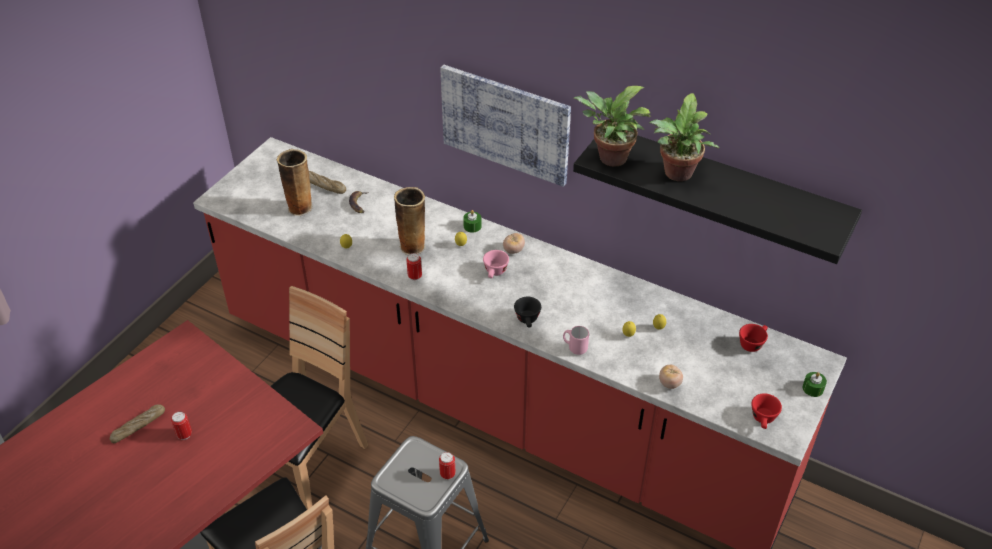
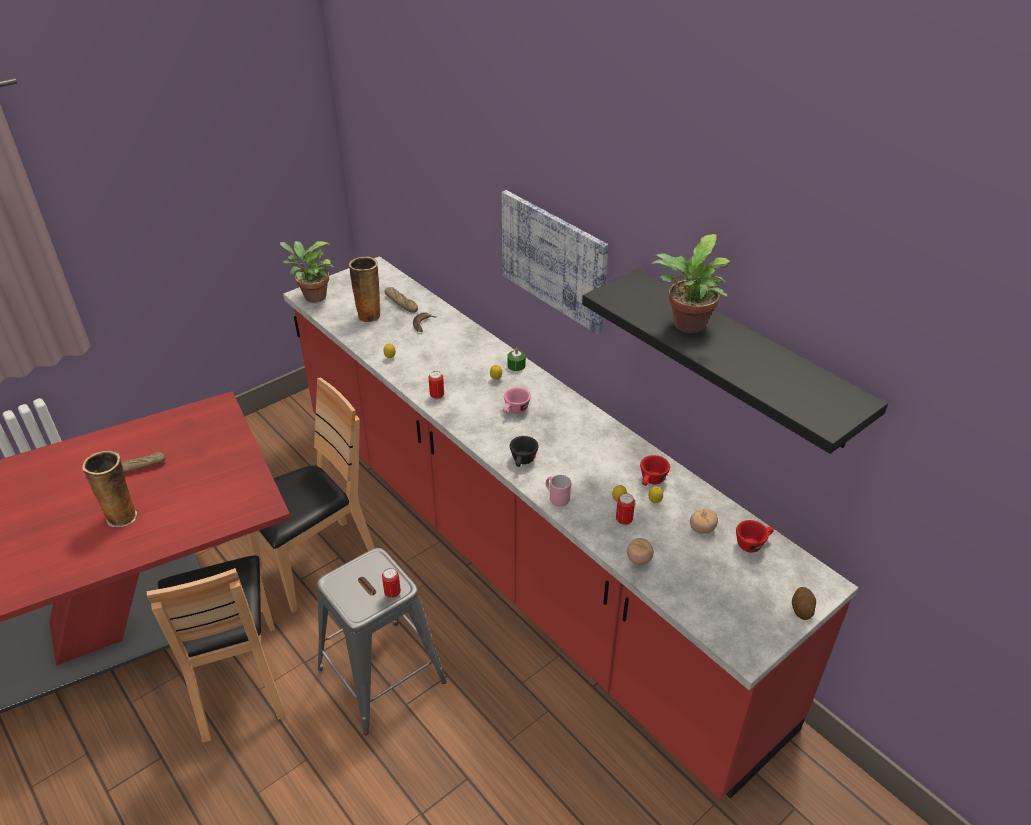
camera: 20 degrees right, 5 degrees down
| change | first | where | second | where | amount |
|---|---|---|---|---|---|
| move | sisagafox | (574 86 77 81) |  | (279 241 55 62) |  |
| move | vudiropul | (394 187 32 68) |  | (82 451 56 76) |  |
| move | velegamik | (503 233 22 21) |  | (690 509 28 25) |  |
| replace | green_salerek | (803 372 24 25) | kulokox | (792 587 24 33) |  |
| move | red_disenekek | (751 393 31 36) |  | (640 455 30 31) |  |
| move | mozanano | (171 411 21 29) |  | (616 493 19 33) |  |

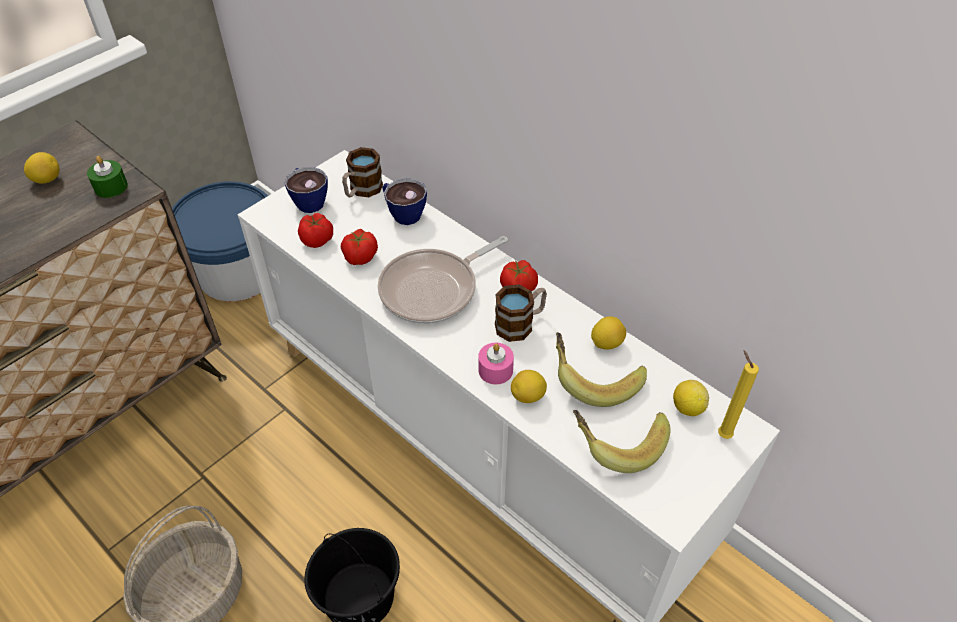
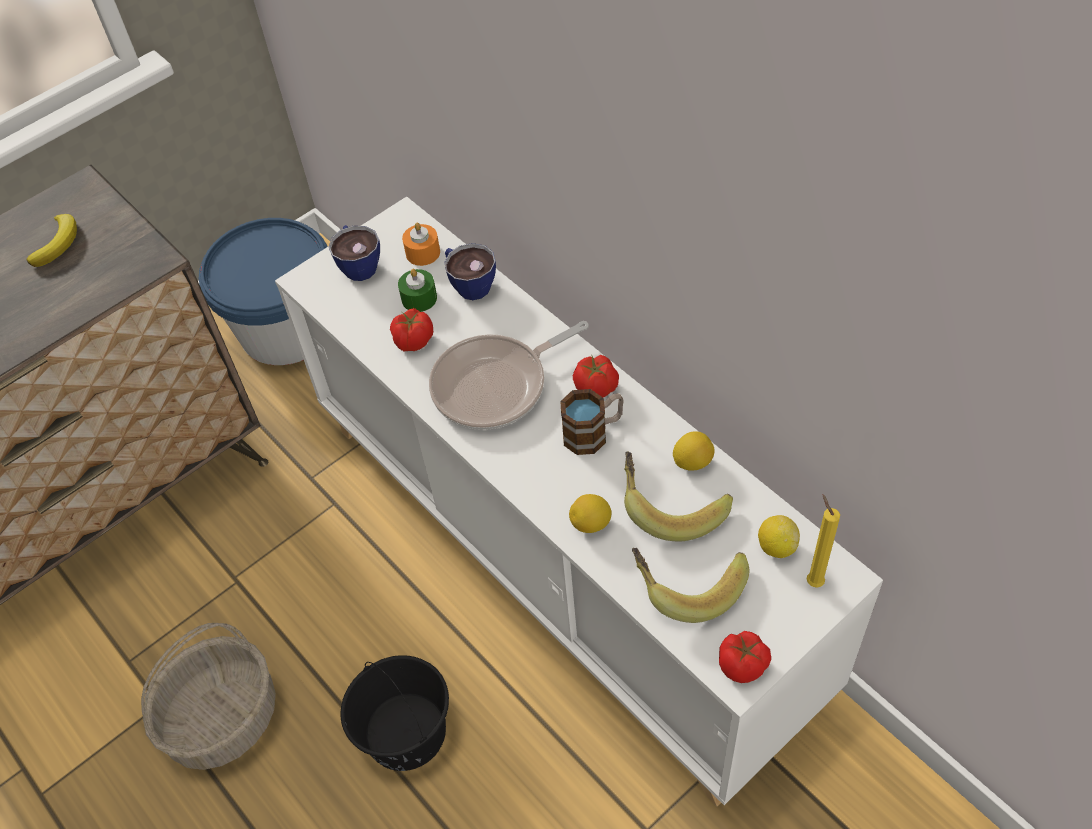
camera: 10 degrees right, 5 degrees up
| change | first | where | second | where | amount |
|---|---|---|---|---|---|
| replace | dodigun | (342 147 41 50) | orange_salerek | (402 223 38 43) |  |
| replace | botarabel | (24 152 36 32) | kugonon | (26 214 51 53) |  |
| move | green_salerek | (87 156 41 42) |  | (398 269 39 43) |  |
| move | velegamik | (298 213 35 35) |  | (719 631 52 52) |  |
| delete | pink_salerek | (478 343 36 41) |  |  |  |

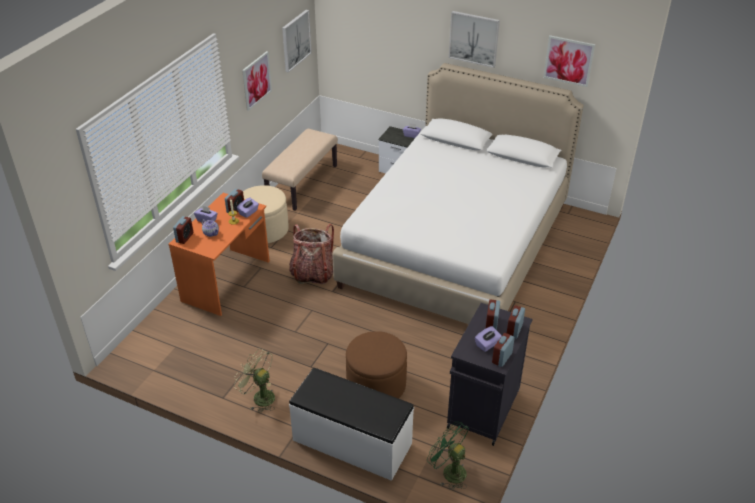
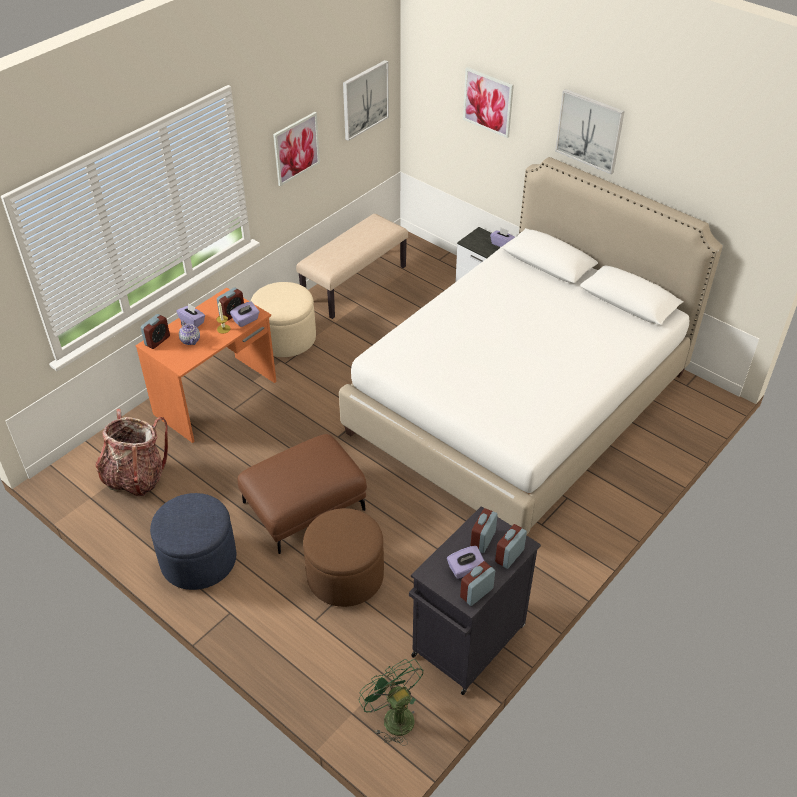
camera: 15 degrees right, 5 degrees up
| change | first | where | second | where | amount |
|---|---|---|---|---|---|
| move | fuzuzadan | (543 35 52 52) |  | (463 67 51 71) |  |
| move | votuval | (289 224 45 60) |  | (95 409 73 87) |  |
| replace | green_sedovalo | (234 348 41 65) | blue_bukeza | (150 493 86 97) |  |
| delete | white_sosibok | (289 368 125 113) |  |  |  |
| insert |  |  | brown_bukeza | (238 434 129 120) |  |

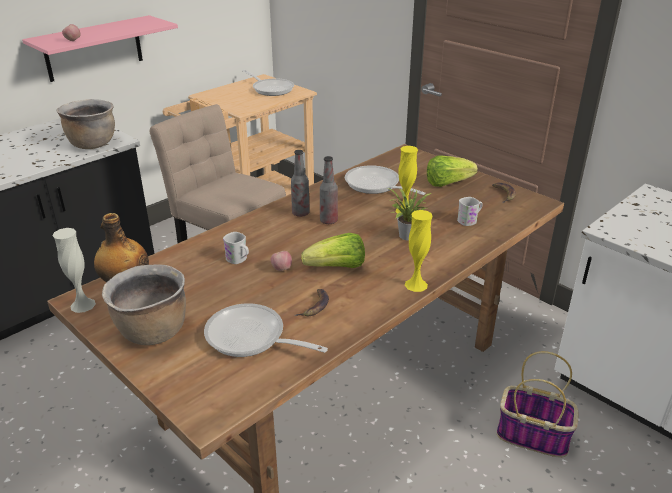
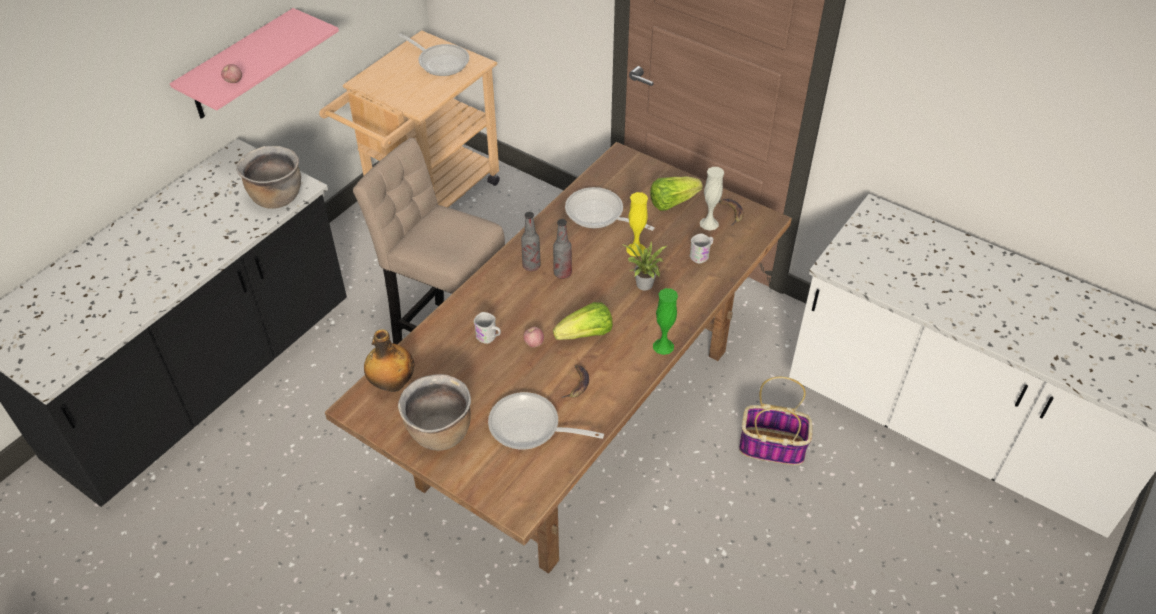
camera: 10 degrees left, 15 degrees up
| change | first | where | second | where | amount |
|---|---|---|---|---|---|
| recolor | yellow_vudiropul | (405 210 27 82) | green_vudiropul | (653 288 25 67) |  |
| move | white_vudiropul | (53 228 43 85) |  | (700 167 25 64) |  |

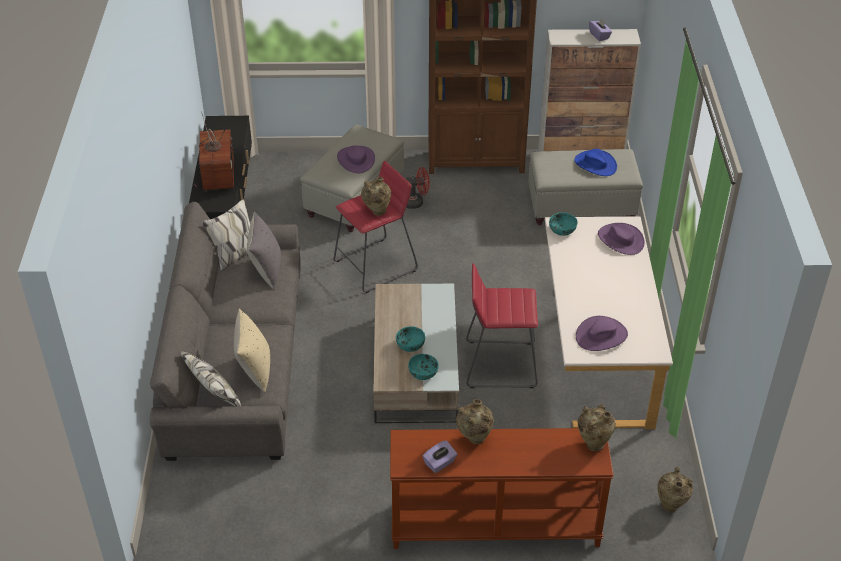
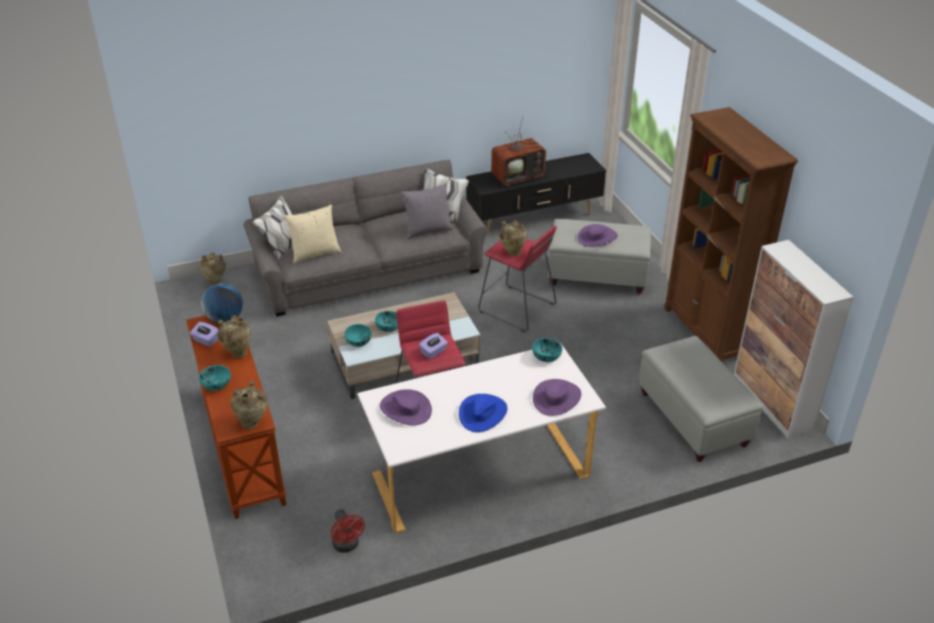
camera: 70 degrees right, 5 degrees down
| change | first | where | second | where | amount |
|---|---|---|---|---|---|
| move | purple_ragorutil | (589 18 23 23) |  | (419 333 29 26) |  |
| move | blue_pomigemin | (574 149 43 27) |  | (459 394 48 38) |  |
| move | red_sedovalo | (405 167 25 42) |  | (330 509 35 44) |  |
| move | beige_vudiropul | (658 467 35 45) |  | (199 252 27 33) |  |
| insert |  |  | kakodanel | (201 283 42 40) |  |
| insert |  |  | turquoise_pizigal | (199 365 32 26) |  |

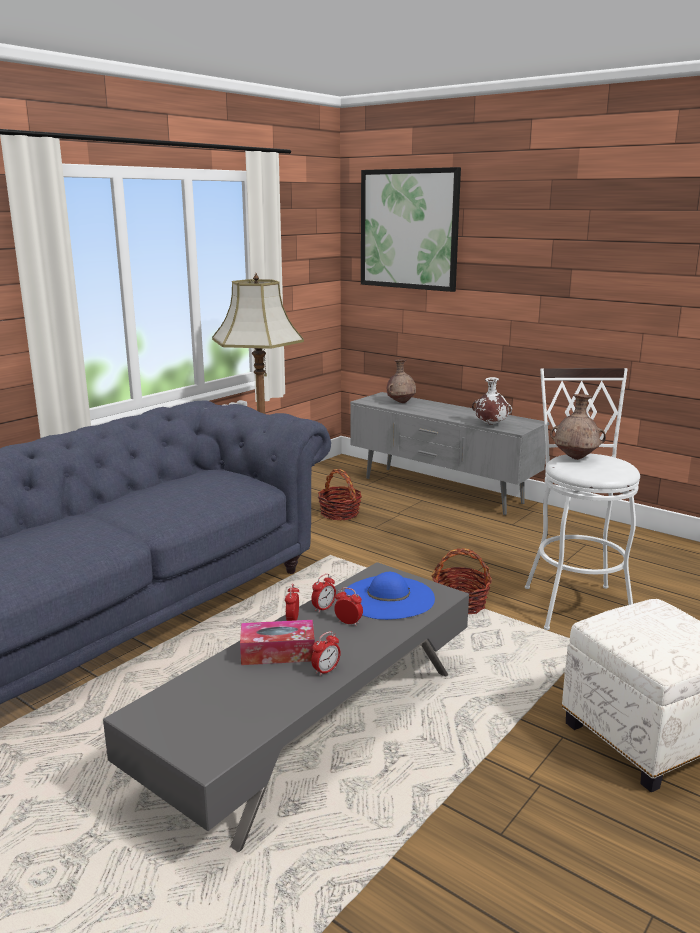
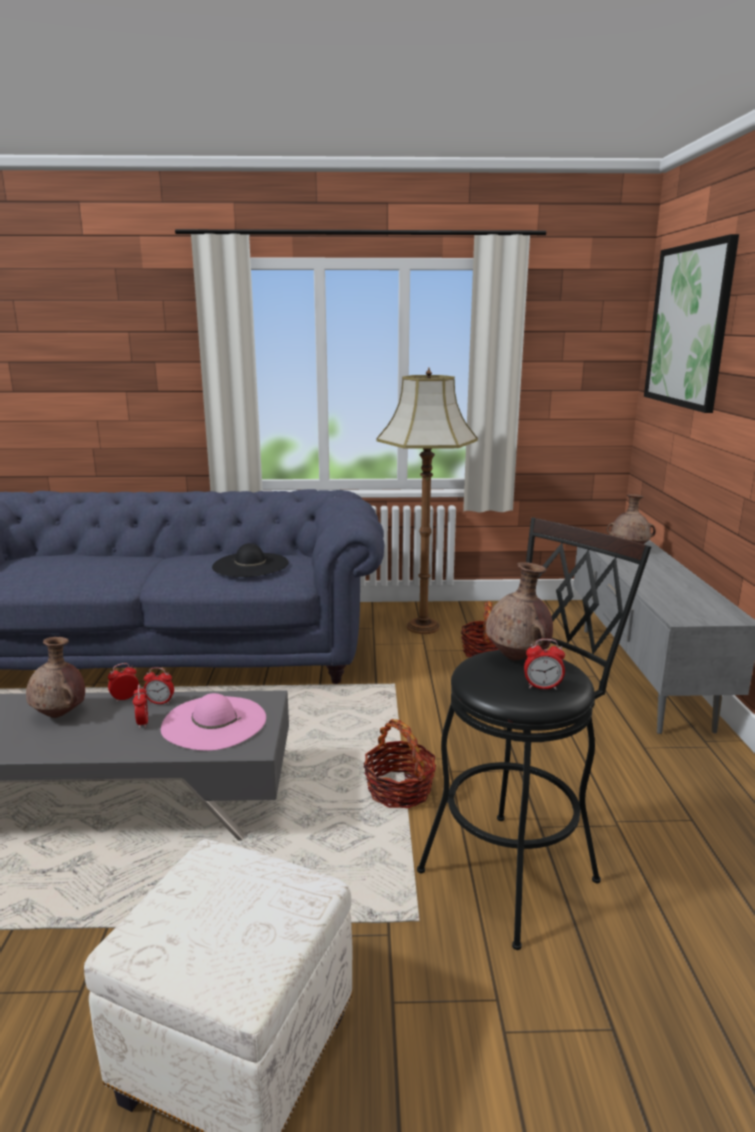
camera: 50 degrees right, 0 degrees up
| change | first | where | second | where | amount |
|---|---|---|---|---|---|
| recolor | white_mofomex | (525 368 115 262) | black_mofomex | (417 517 234 433) |  |
| delete | white_vudiropul | (472 377 40 48) |  |  |  |
| recolor | blue_pomigemin | (344 572 91 48) | pink_pomigemin | (161 693 105 58) |  |
| replace | ragorutil | (240 620 75 45) | brown_vudiropul | (26 637 59 81) |  |
| move | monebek | (311 631 30 45) |  | (524 639 41 51) |  |
| insert |  |  | black_pomigemin | (212 543 77 34) |  |

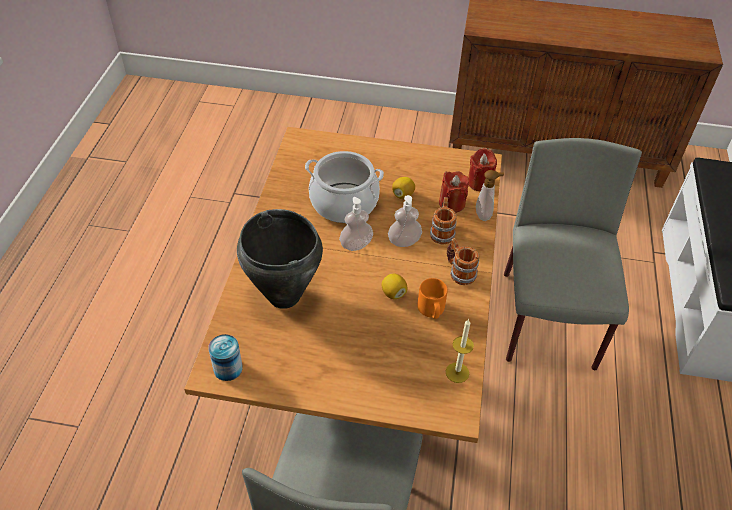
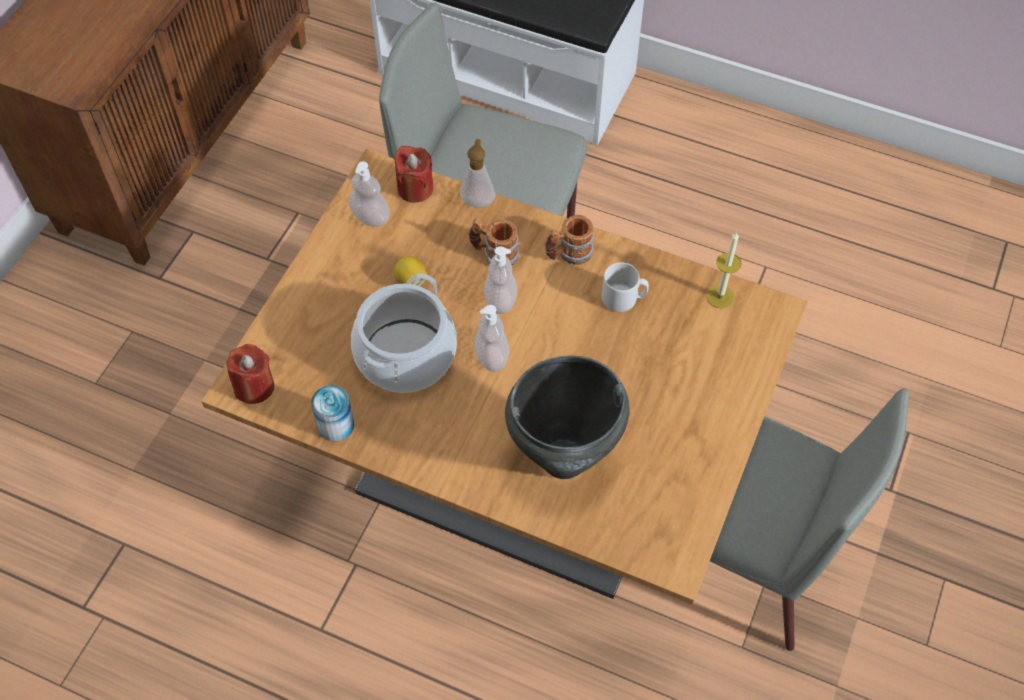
camera: 75 degrees left, 10 degrees up
| change | first | where | second | where | amount |
|---|---|---|---|---|---|
| move | red_salerek | (439 171 30 42) |  | (226 344 48 60) |  |
| delete | botarabel | (381 274 27 25) |  |  |  |
| recolor | orange_dodigun | (417 278 30 41) | grey_dodigun | (602 262 47 50) |  |
| move | mozanano | (208 334 35 47) |  | (311 385 43 57) |  |
| insert |  |  | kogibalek | (349 161 41 66) |  |

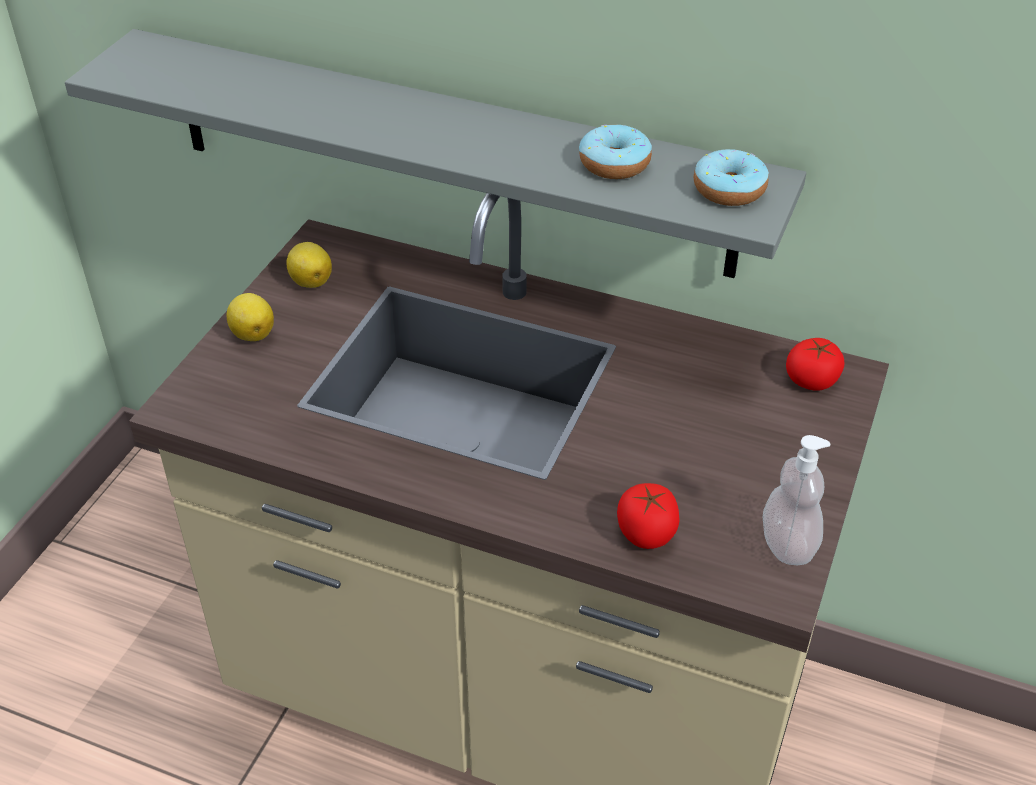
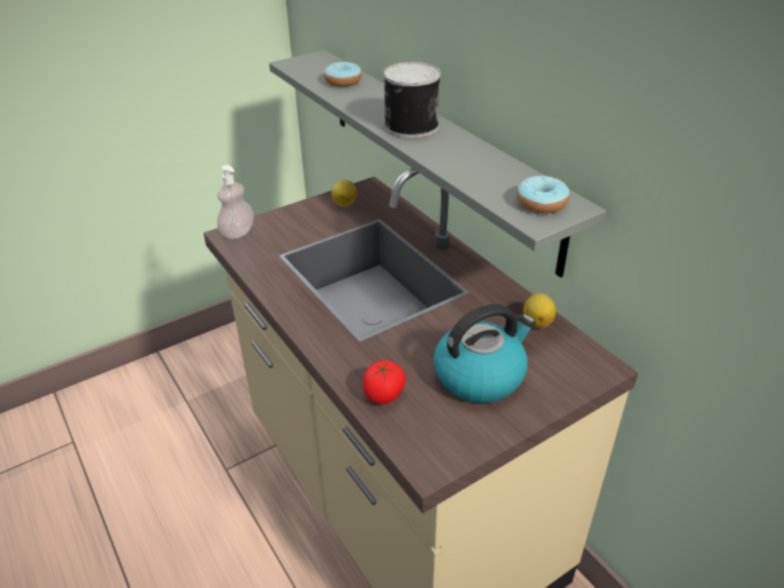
camera: 35 degrees right, 5 degrees down
| change | first | where | second | where | amount |
|---|---|---|---|---|---|
| move | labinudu | (579 125 73 54) |  | (324 62 38 25) |  |
| move | botarabel | (227 293 47 48) |  | (523 293 33 35) |  |
| delete | velegamik | (786 338 58 53) |  |  |  |
| move | kogibalek | (763 435 67 130) |  | (217 165 37 74) |  |
| insert |  |  | mozanano | (383 62 58 76) |  |
| insert |  |  | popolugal | (434 304 102 99) |  |

